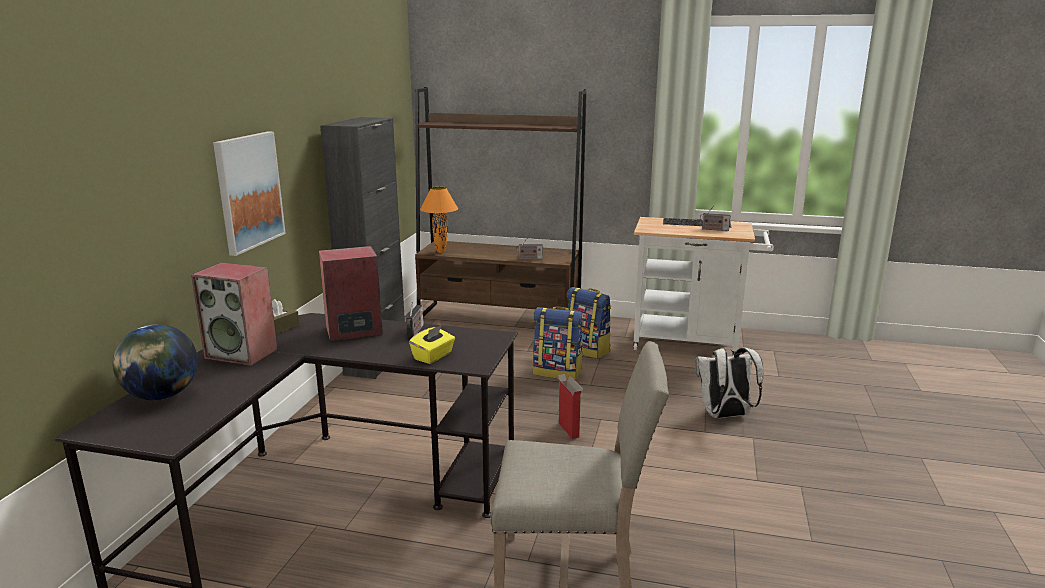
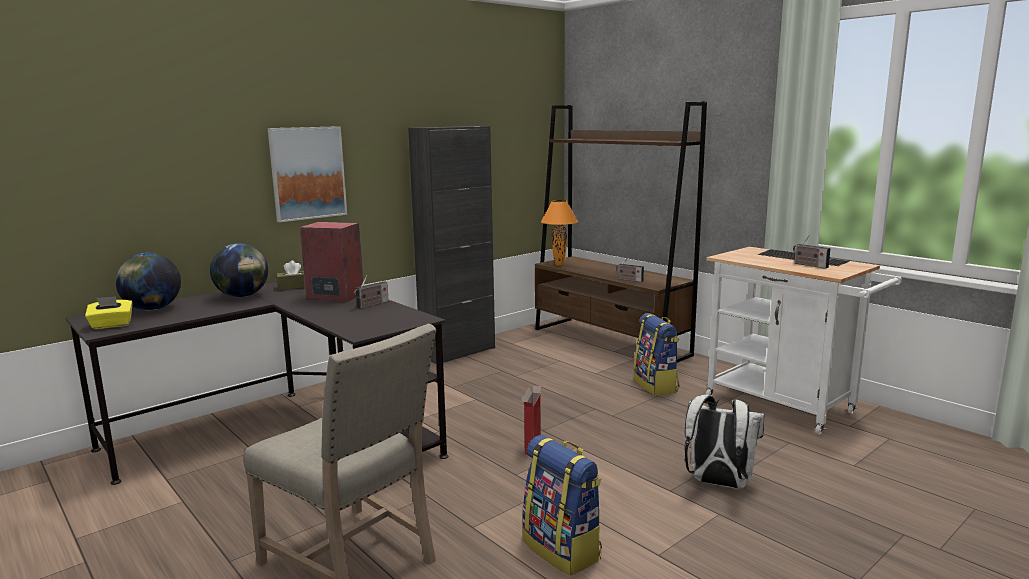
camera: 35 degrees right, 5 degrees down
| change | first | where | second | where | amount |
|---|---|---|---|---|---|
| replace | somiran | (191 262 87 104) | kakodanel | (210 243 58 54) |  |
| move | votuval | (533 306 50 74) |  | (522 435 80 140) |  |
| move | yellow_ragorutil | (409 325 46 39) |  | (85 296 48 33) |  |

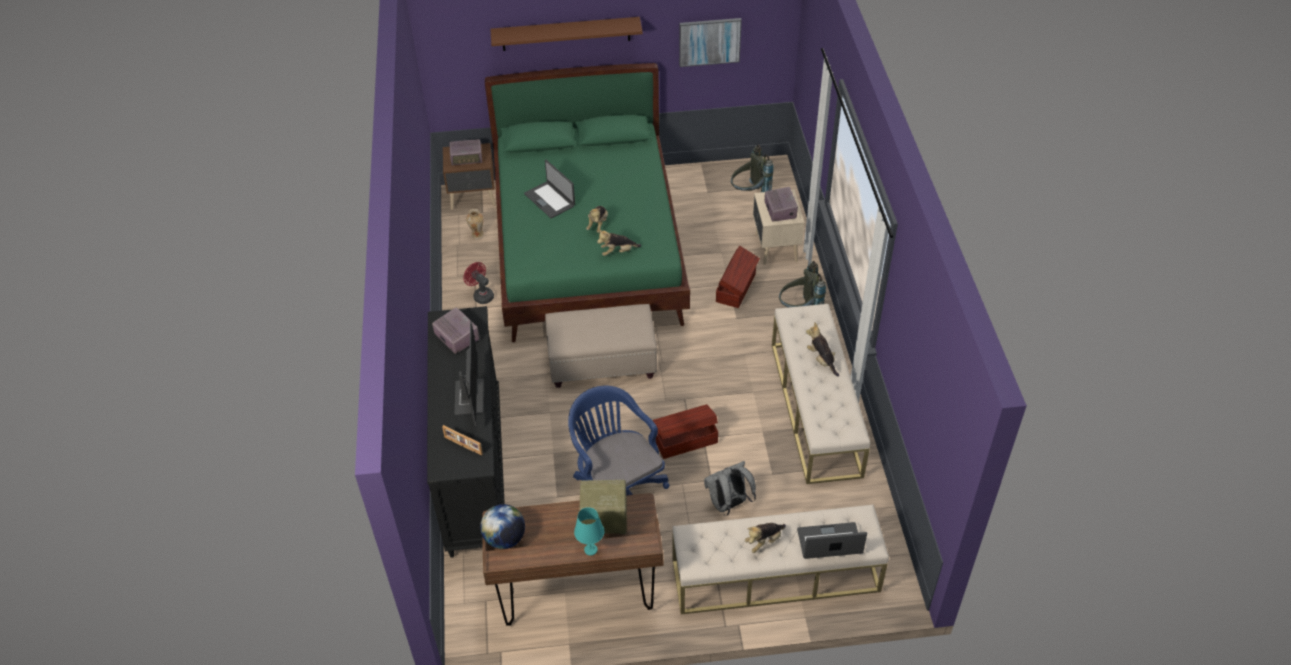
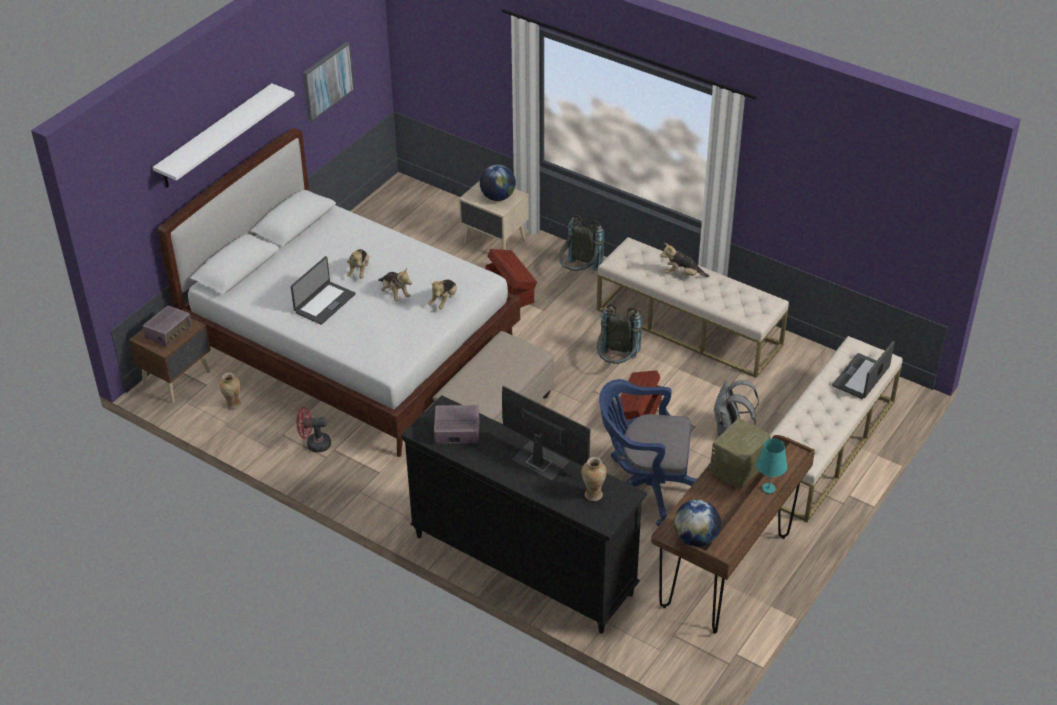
camera: 50 degrees left, 5 degrees down
| change | first | where | second | where | amount |
|---|---|---|---|---|---|
| recolor | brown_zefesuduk | (490 17 153 34) | white_zefesuduk | (153 83 142 105) |  |
| recolor | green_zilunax | (485 63 205 279) | white_zilunax | (158 128 362 329) |  |
| move | grey_votuval | (731 144 43 48) |  | (597 304 45 60) |  |
| rotate | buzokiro | (524 160 51 59) |  | (291 256 65 69) | 60 degrees counterclockwise |
| replace | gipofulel | (765 187 33 35) | kakodanel | (480 165 36 36) |  |
| replace | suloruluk | (442 425 41 31) | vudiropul | (581 457 26 44) |  |
| move | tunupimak | (745 523 41 30) |  | (347 249 22 30) |  |

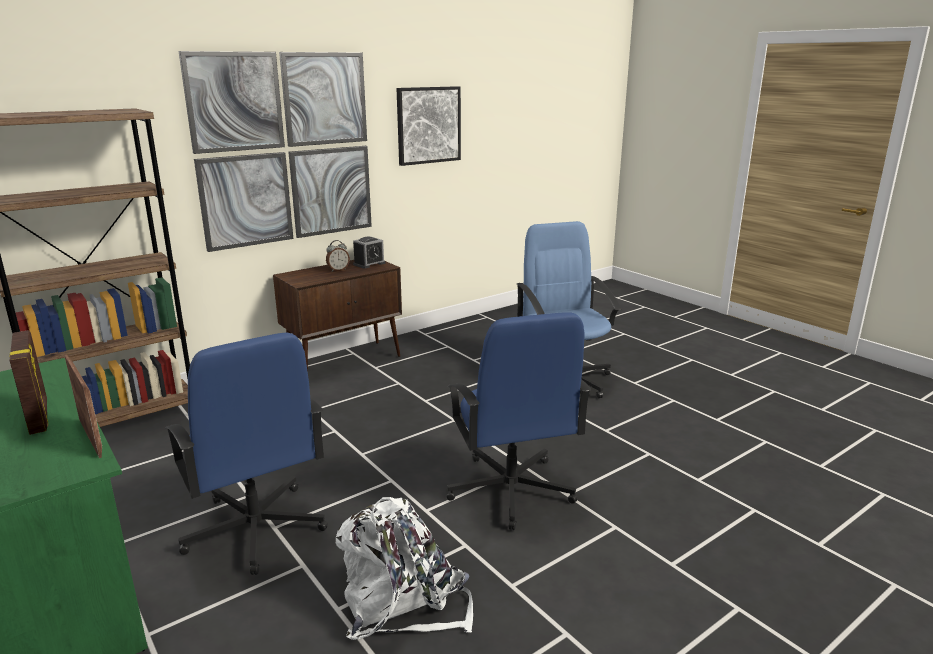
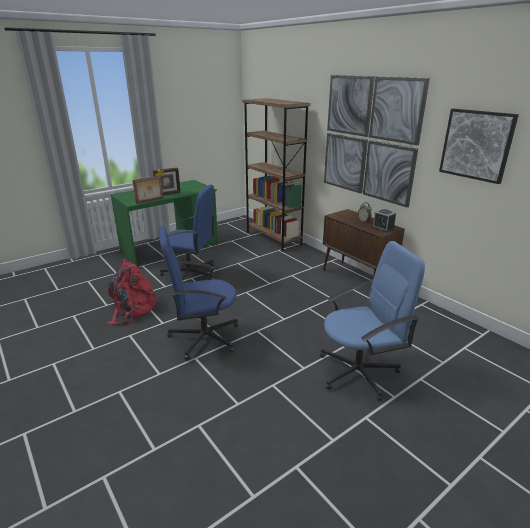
camera: 90 degrees right, 5 degrees up
| change | first | where | second | where | amount |
|---|---|---|---|---|---|
| rotate | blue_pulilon | (165 332 163 243) |  | (160 185 55 95) | 135 degrees counterclockwise |
| recolor | white_votuval | (336 497 137 143) | red_votuval | (107 259 52 65) |  |

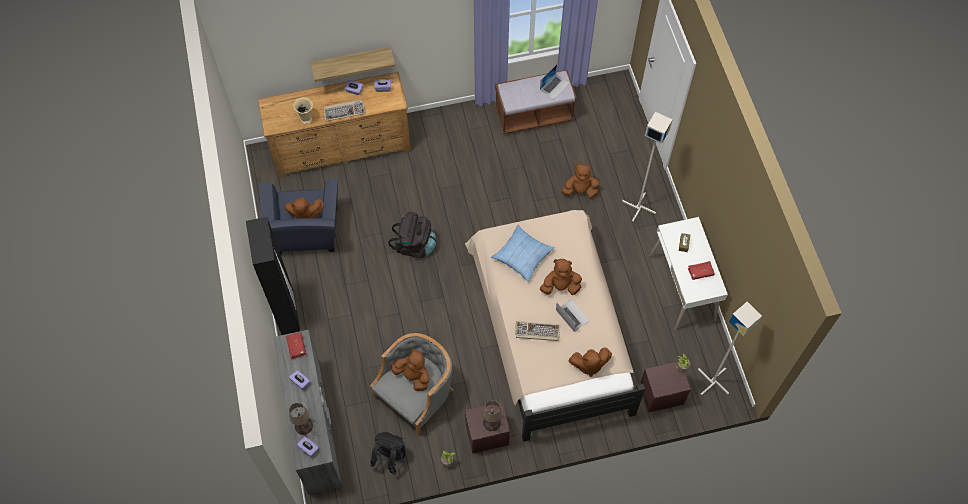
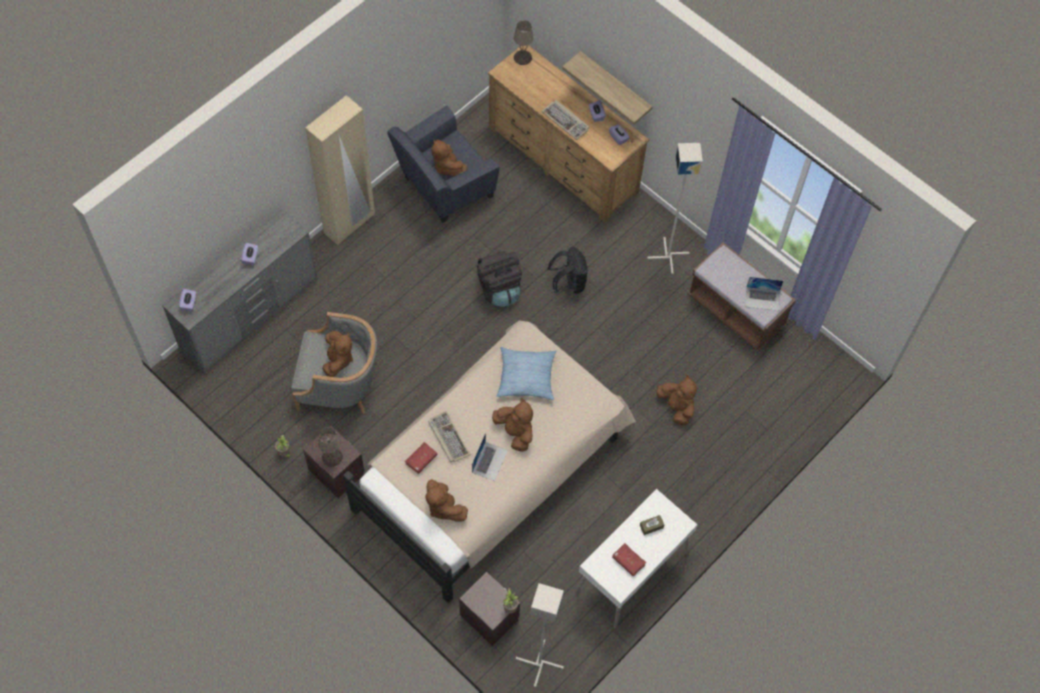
camera: 55 degrees right, 0 degrees up
| change | first | where | second | where | amount |
|---|---|---|---|---|---|
| delete | beige_vudiropul | (293 97 20 27) |  |  |  |
| move | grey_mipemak | (622 112 51 110) |  | (647 143 56 131) |  |
| recolor | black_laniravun | (246 217 54 118) | beige_laniravun | (305 95 70 150) |  |
| move | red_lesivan | (285 332 21 27) |  | (405 442 33 32) |  |
| move | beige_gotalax | (289 403 24 32) |  | (514 20 19 45) |  |
| move | black_votuval | (370 432 35 43) |  | (547 247 41 47) |  |

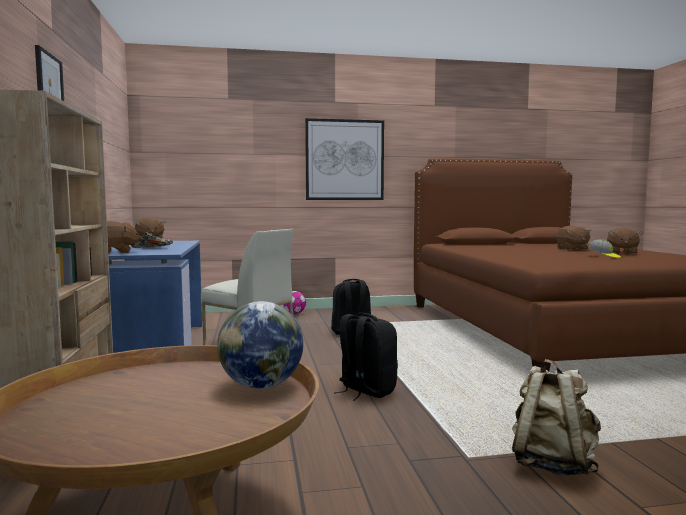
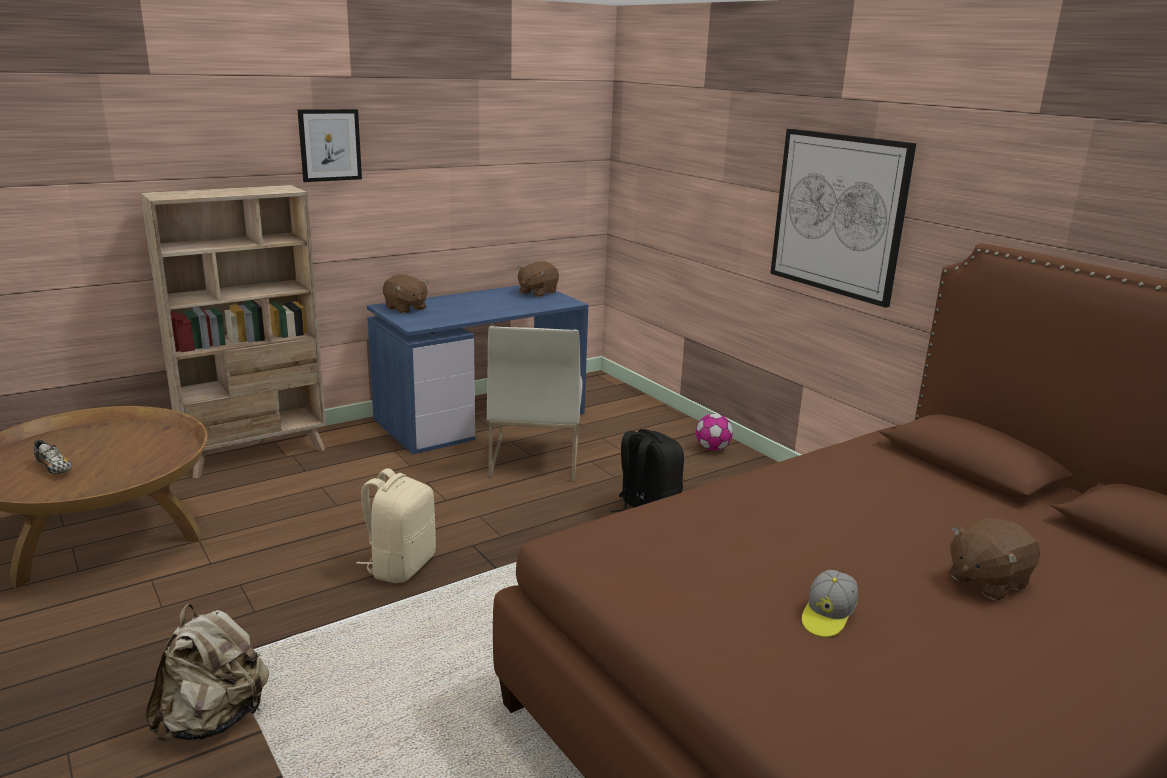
camera: 65 degrees right, 15 degrees up
| change | first | where | second | where | amount |
|---|---|---|---|---|---|
| delete | brown_tunupimak | (607 227 35 27) |  |  |  |
| move | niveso | (131 232 42 16) |  | (33 440 39 34) |  |
| delete | kakodanel | (217 301 86 88) |  |  |  |
| recolor | black_votuval | (334 313 64 88) | beige_votuval | (356 468 80 115) |  |

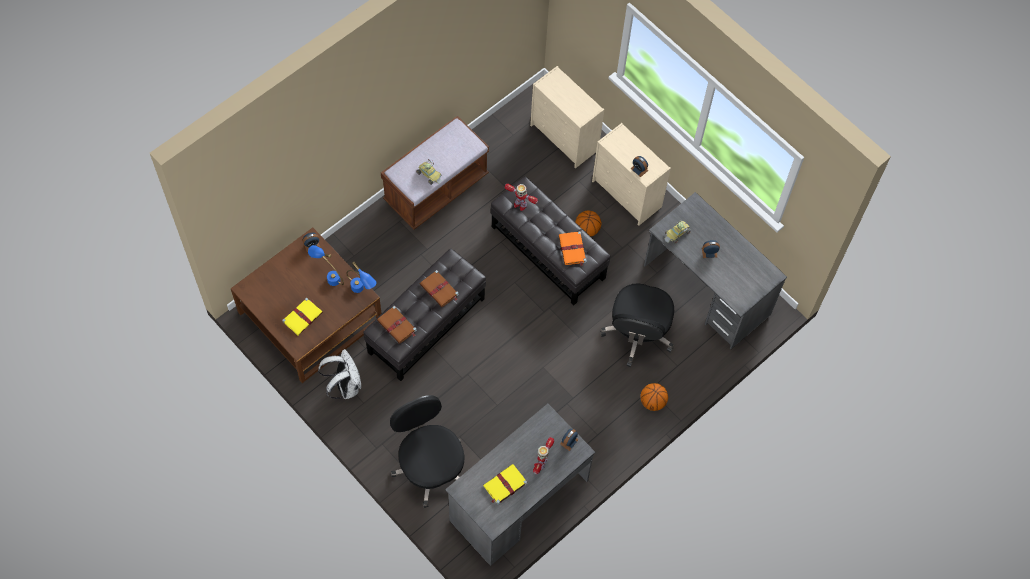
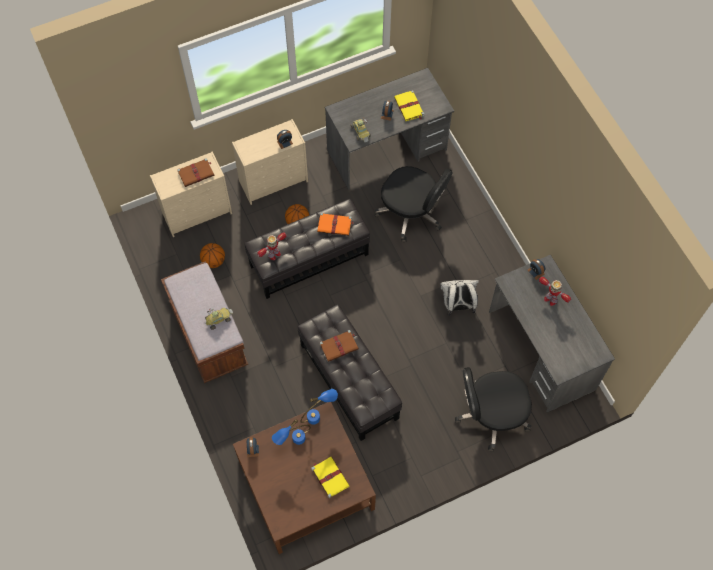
camera: 70 degrees left, 0 degrees up
| change | first | where | second | where | amount |
|---|---|---|---|---|---|
| move | brown_lesivan | (377 306 40 38) |  | (177 158 37 29) |  |
| move | white_votuval | (318 349 43 50) |  | (440 280 39 36) |  |
| move | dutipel | (640 383 28 28) |  | (200 243 25 25) |  |
| move | yellow_lesivan | (483 464 44 41) |  | (394 90 30 31) |  |

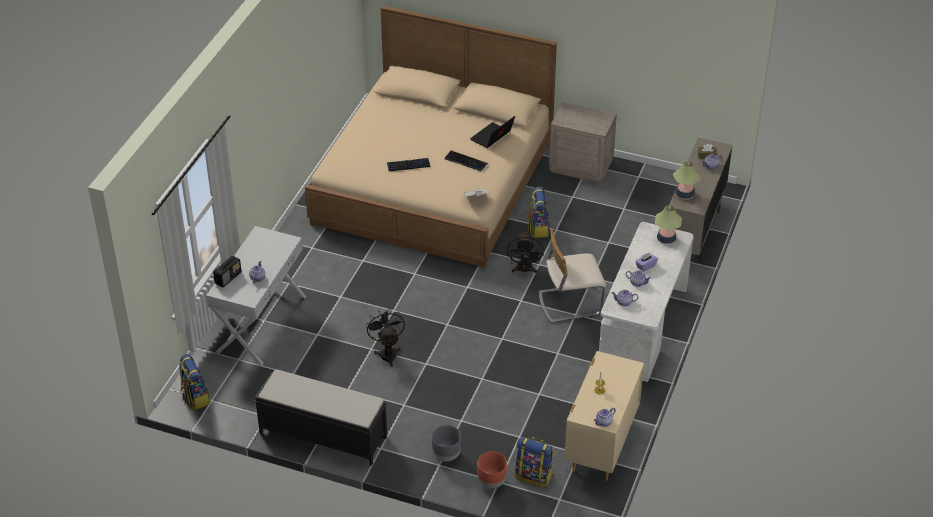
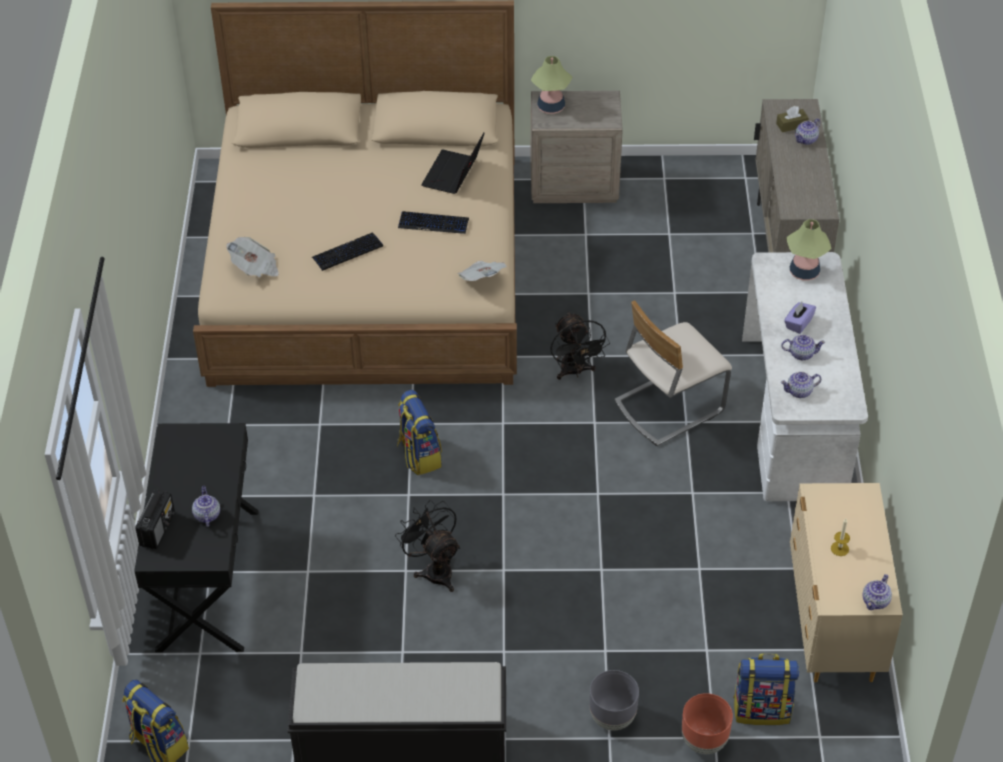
camera: 20 degrees left, 5 degrees up
| change | first | where | second | where | amount |
|---|---|---|---|---|---|
| move | gotalax | (673 161 28 39) |  | (531 56 41 58) |  |
| move | votuval | (527 187 23 50) |  | (397 390 45 85) |  |
| recolor | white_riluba | (206 226 100 139) | black_riluba | (134 423 125 229) |  |
| insert |  |  | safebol | (226 237 53 40) |  |

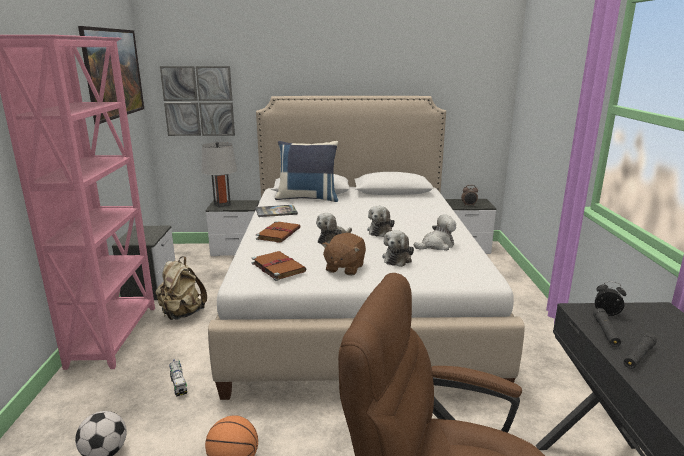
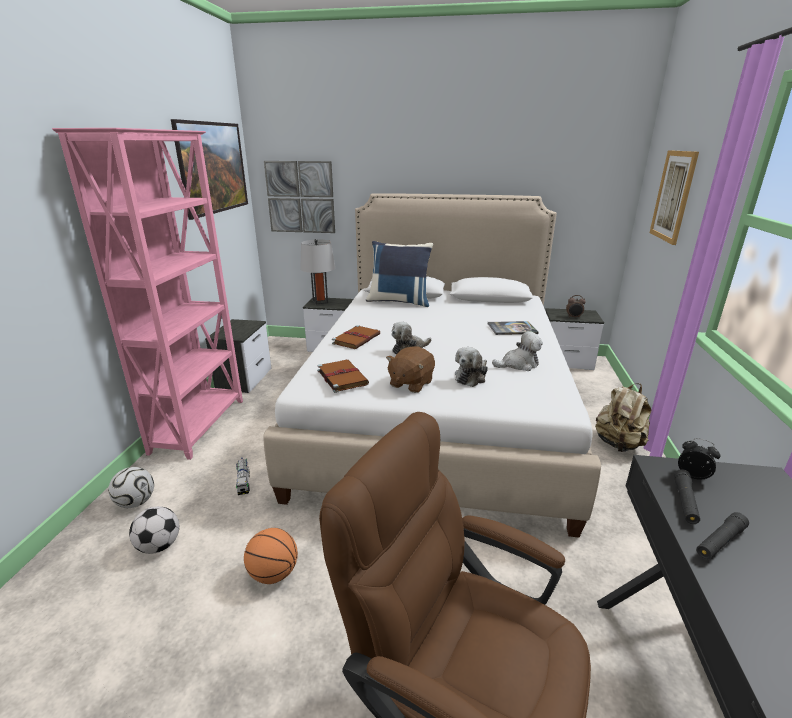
camera: 10 degrees right, 5 degrees up
| change | first | where | second | where | amount |
|---|---|---|---|---|---|
| move | lesivan | (255 205 43 12) |  | (488 321 51 14) |  |
| delete | tunupimak | (367 206 28 31) |  |  |  |
| move | beige_votuval | (155 256 52 64) |  | (595 383 56 69) |  |
| insert |  |  | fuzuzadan | (649 150 50 95) |  |
| insert |  |  | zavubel | (108 467 46 41) |  |

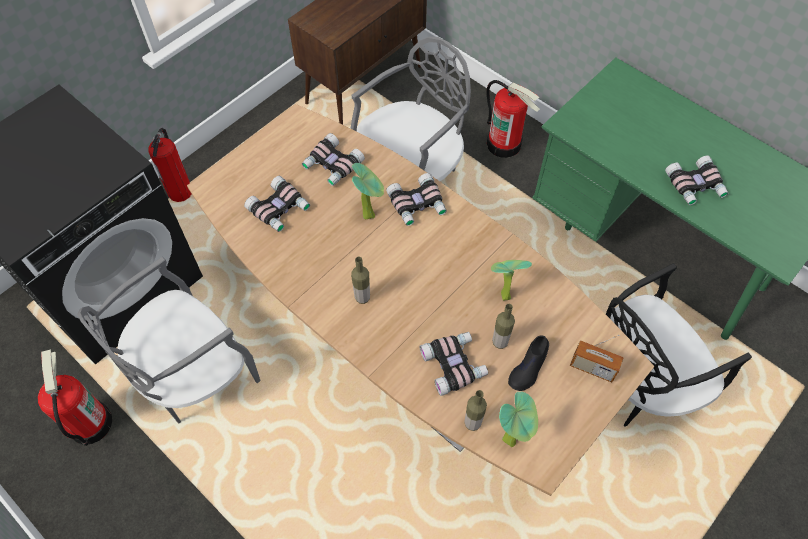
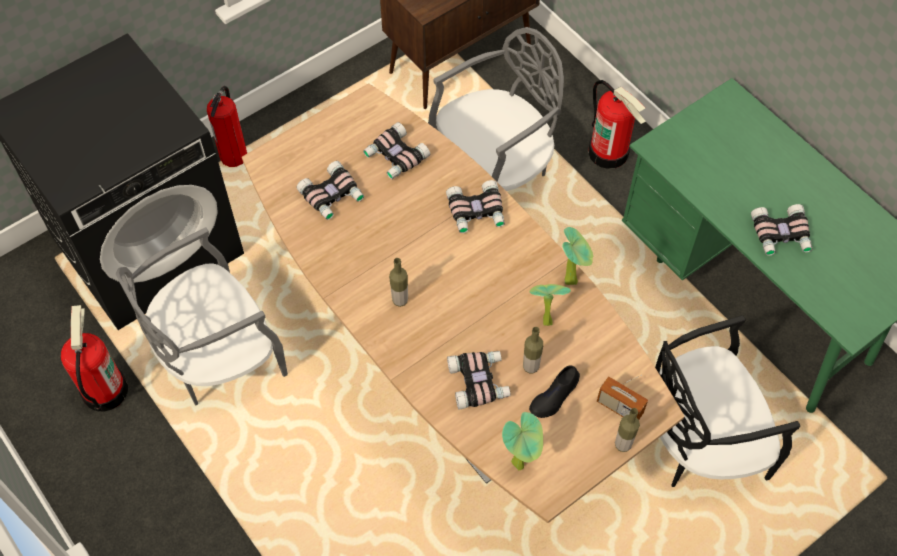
camera: 10 degrees right, 0 degrees up
| change | first | where | second | where | amount |
|---|---|---|---|---|---|
| move | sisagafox | (352 163 32 56) |  | (562 227 31 58) |  |
| move | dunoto | (464 390 23 41) |  | (615 408 25 44) |  |

